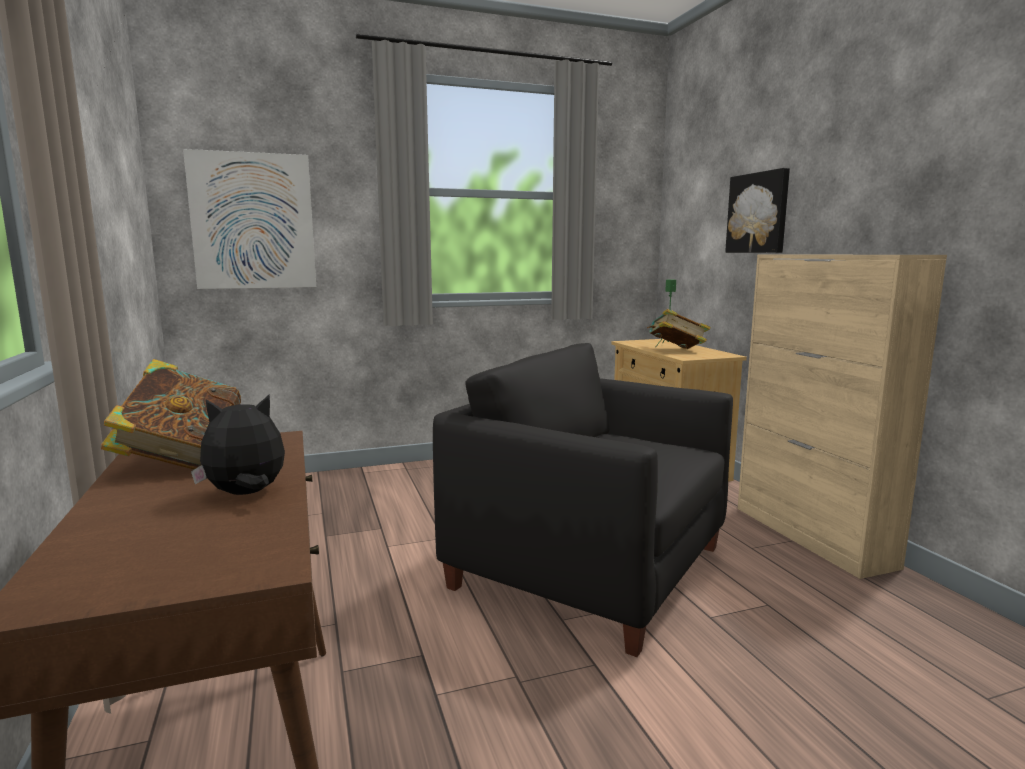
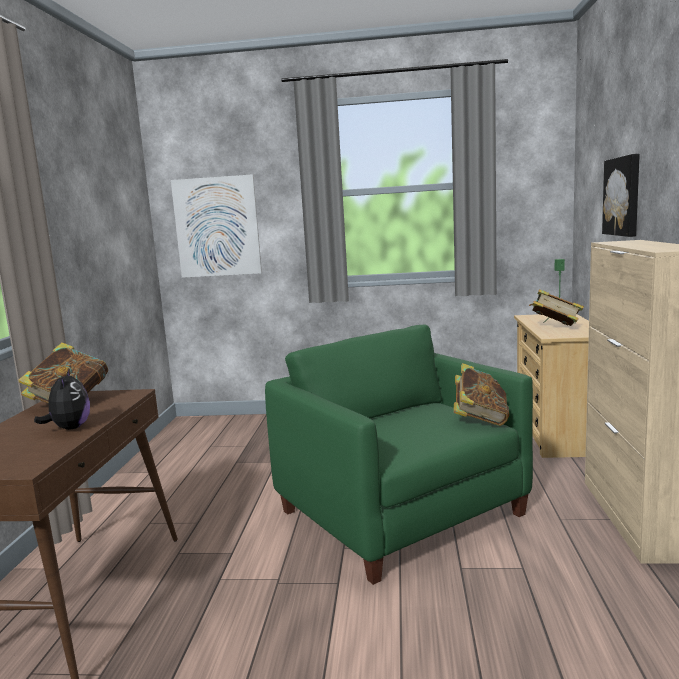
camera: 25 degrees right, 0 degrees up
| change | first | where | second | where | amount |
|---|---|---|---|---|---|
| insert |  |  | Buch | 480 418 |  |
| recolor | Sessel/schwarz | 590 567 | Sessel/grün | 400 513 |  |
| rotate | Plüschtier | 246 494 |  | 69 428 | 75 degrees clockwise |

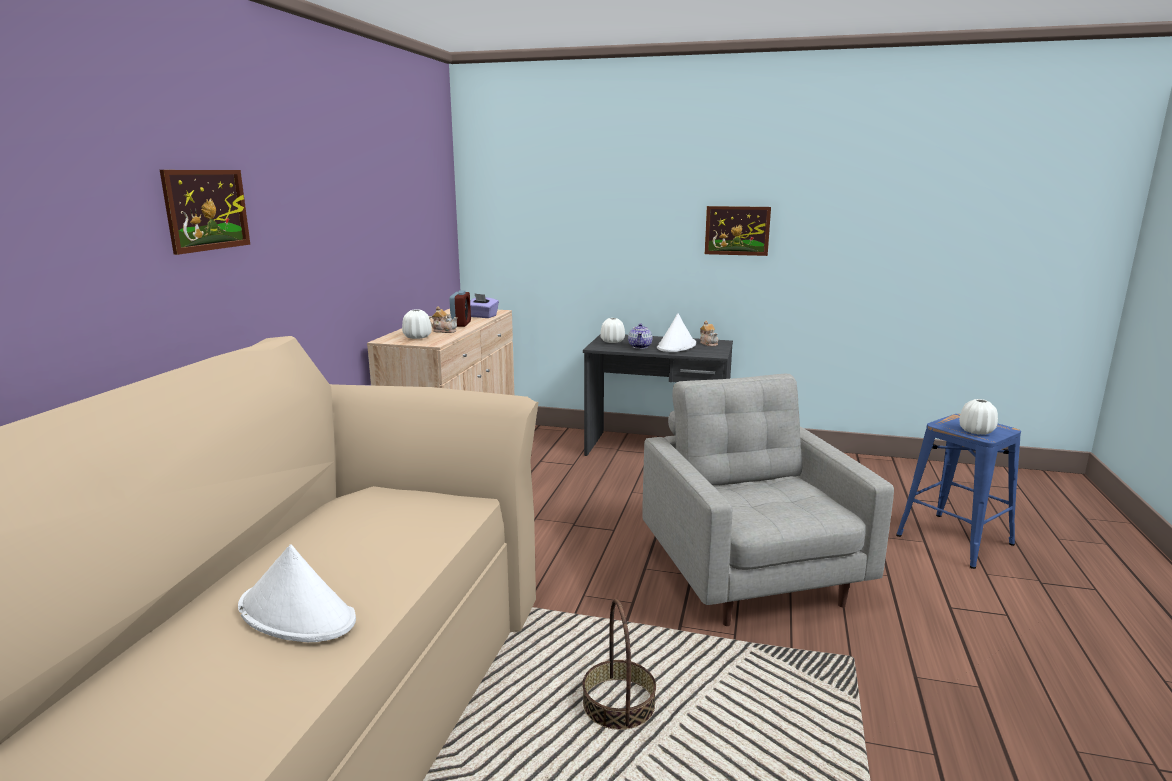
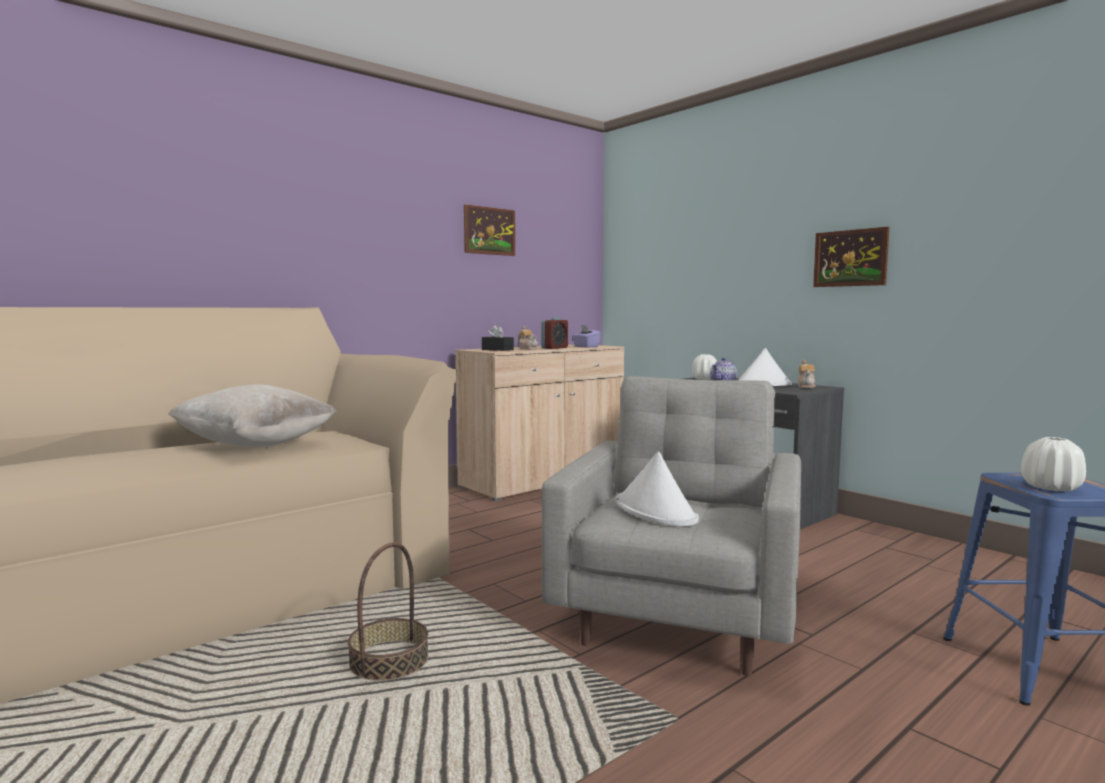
camera: 35 degrees right, 10 degrees down
| change | first | where | second | where | amount |
|---|---|---|---|---|---|
| insert |  |  | Kissen/beige | 255 446 |  |
| move | Bild | 206 210 |  | 489 231 |  |
| move | Hut/weiß | 297 613 |  | 655 511 |  |
| replace | Vase/weiß | 417 337 | Taschentuchbox/schwarz | 497 349 |  |

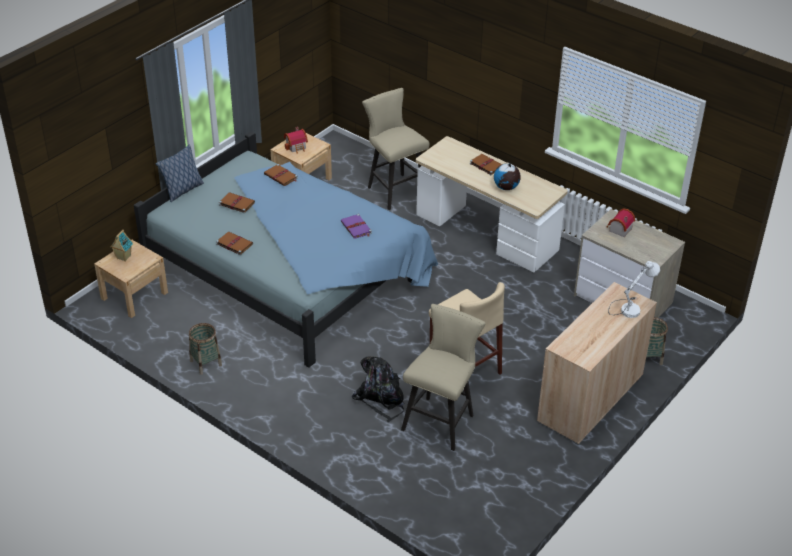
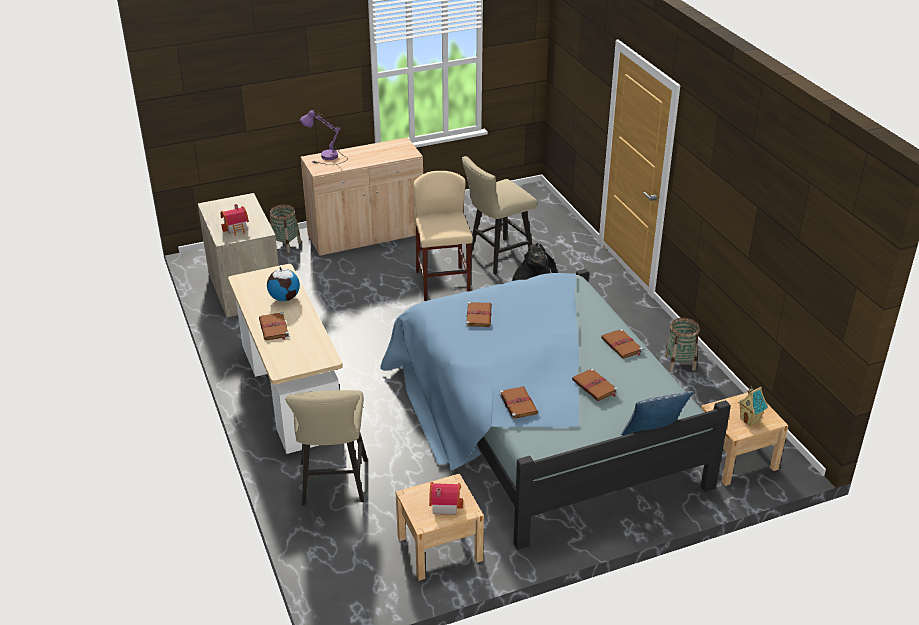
camera: 150 degrees left, 5 degrees down
| change | first | where | second | where | amount |
|---|---|---|---|---|---|
| recolor | Buch/lila | 356 228 | Buch/braun | 478 315 |  |
| recolor | Tischlampe/weiß | 629 307 | Tischlampe/lila | 326 159 |  |

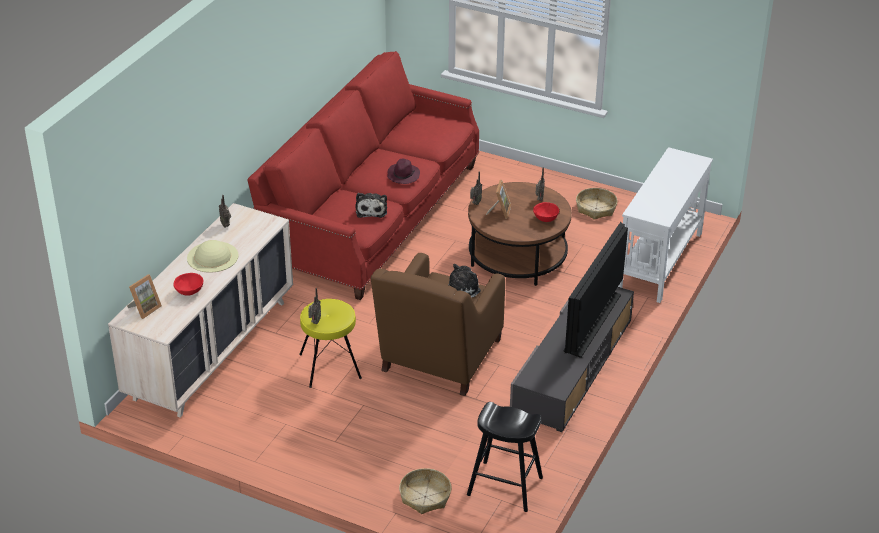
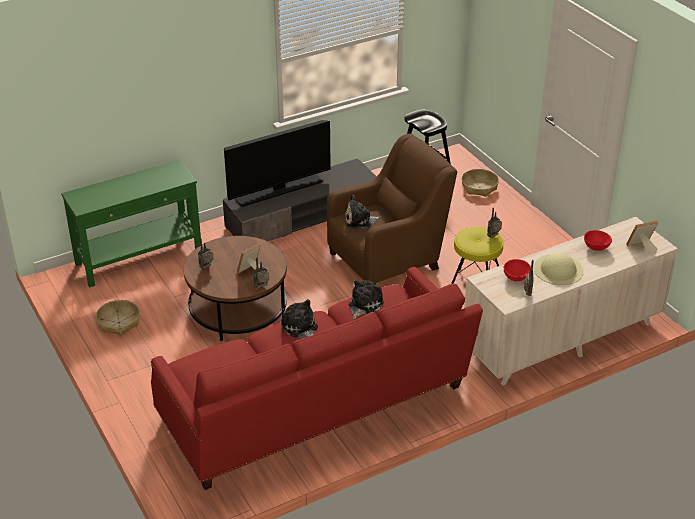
camera: 145 degrees left, 0 degrees up
| change | first | where | second | where | amount |
|---|---|---|---|---|---|
| move | Schüssel/rot | 545 219 |  | 516 278 |  |
| replace | Hut/lila | 403 175 | Plüschtier | 300 328 |  |
| recolor | Konsolentisch/weiß | 659 261 | Konsolentisch/grün | 140 258 |  |

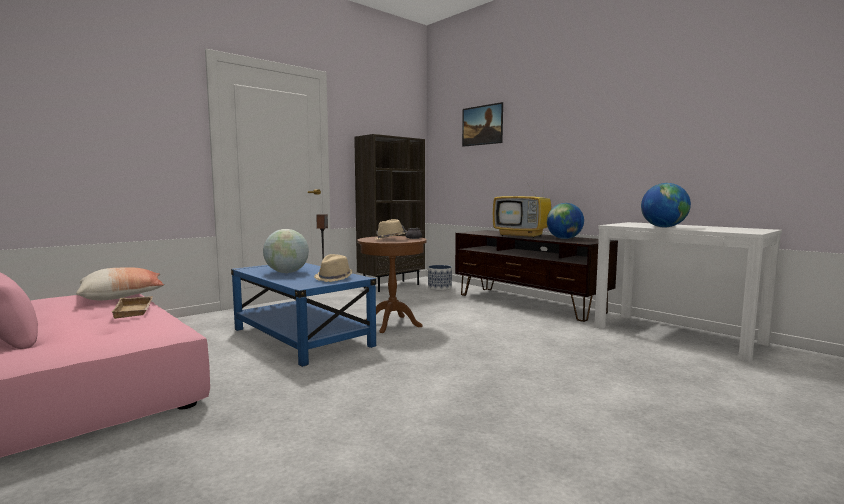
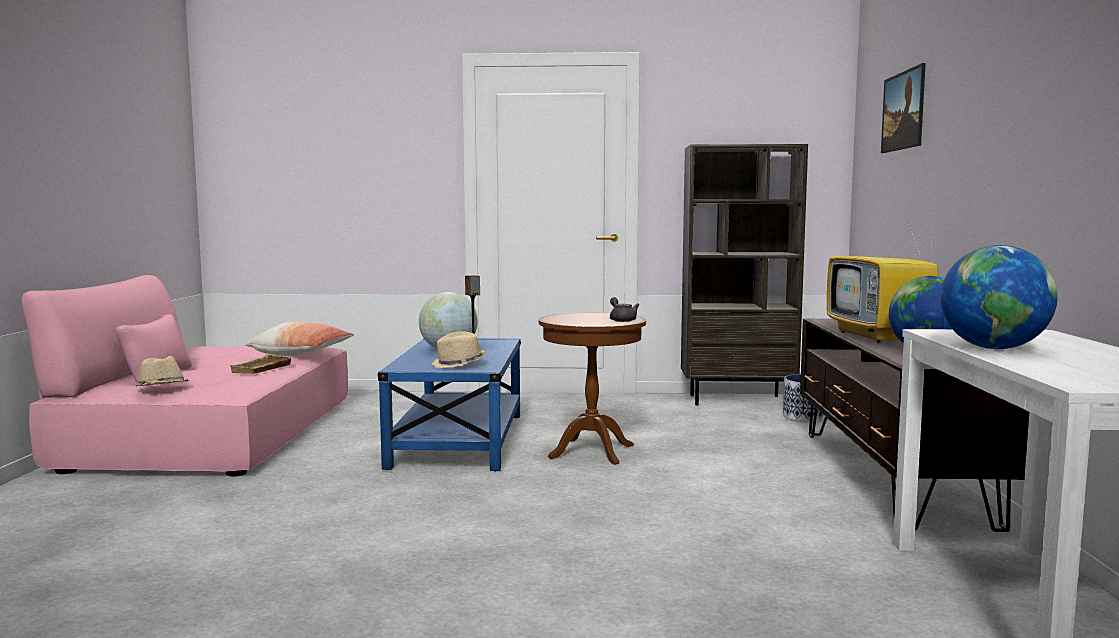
camera: 45 degrees right, 0 degrees up
| change | first | where | second | where | amount |
|---|---|---|---|---|---|
| move | Hut/beige | 390 240 |  | 161 389 |  |

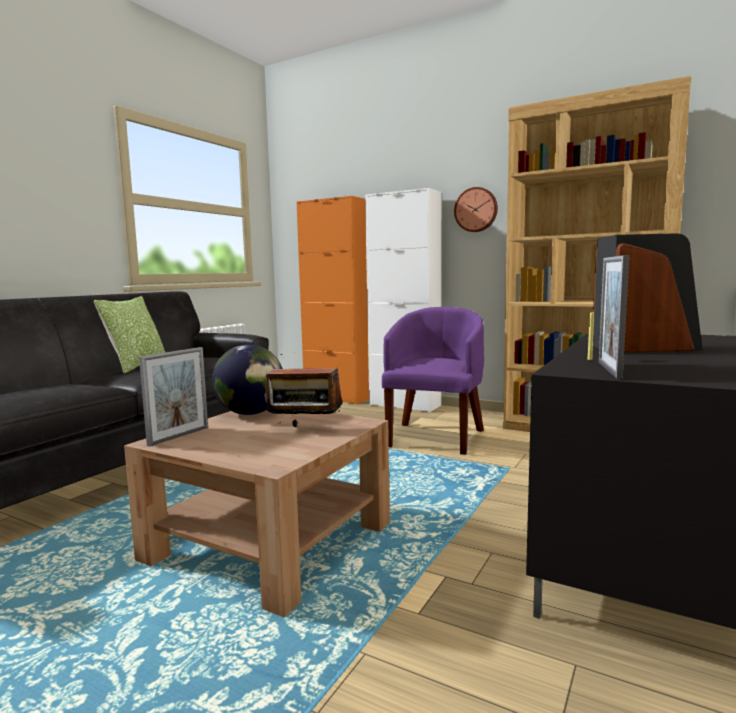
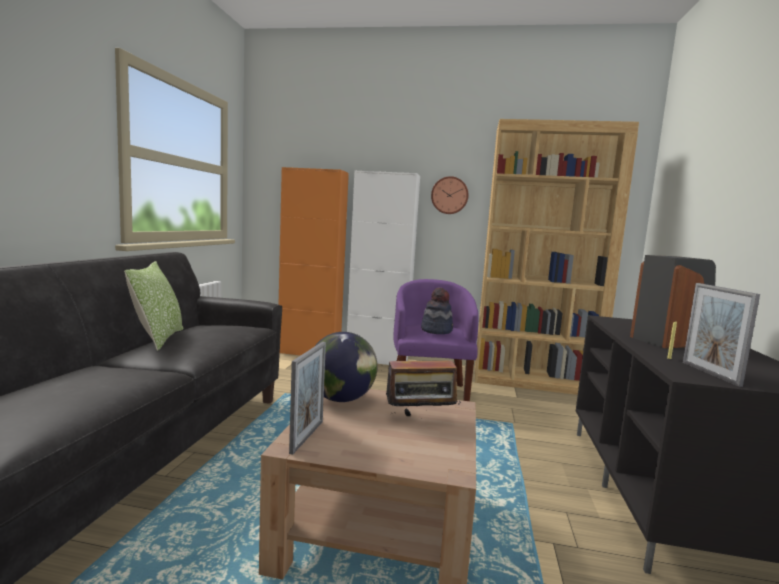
camera: 20 degrees left, 0 degrees up
| change | first | where | second | where | amount |
|---|---|---|---|---|---|
| insert |  |  | Hut | 436 330 |  |

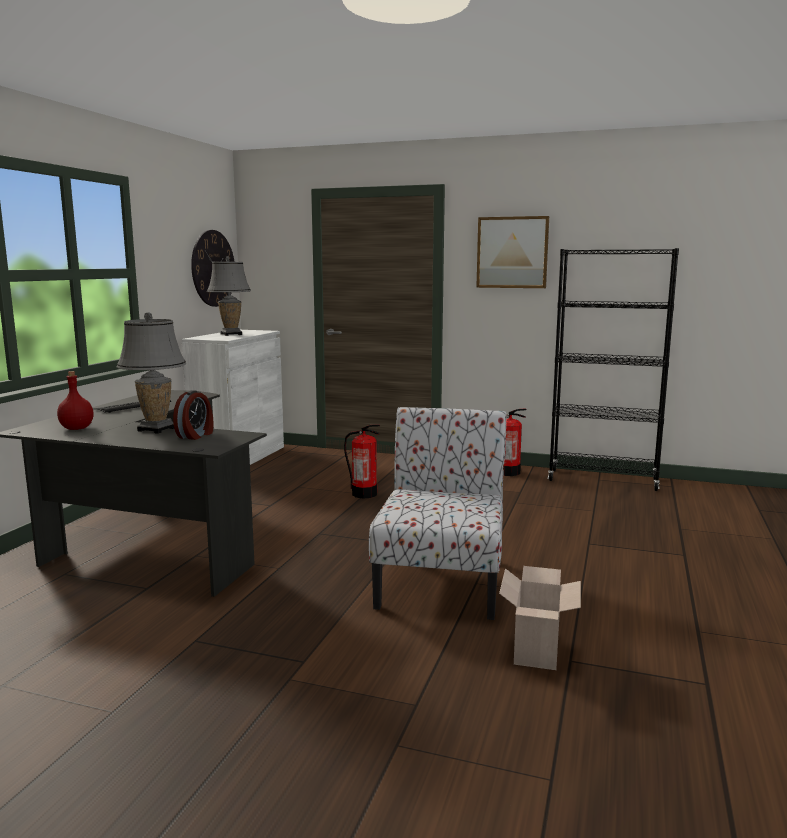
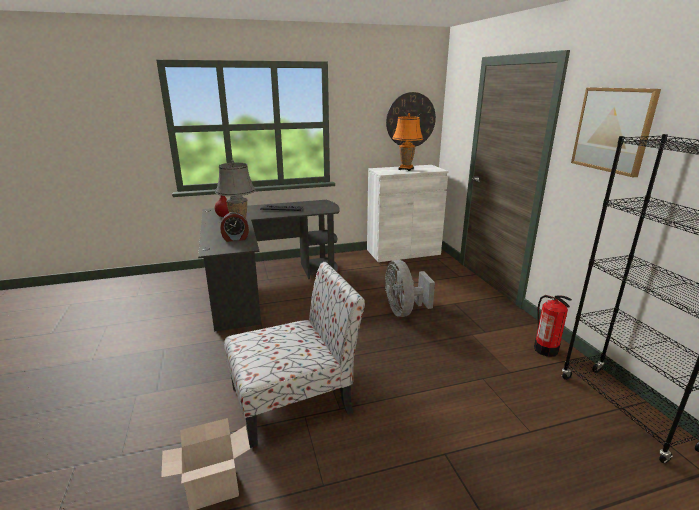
camera: 55 degrees right, 10 degrees up
| change | first | where | second | where | amount |
|---|---|---|---|---|---|
| replace | Feuerlöscher | 364 494 | Ventilator/grau | 404 311 |  |
| recolor | Tischlampe/grau | 231 334 | Tischlampe/orange | 406 169 |  |

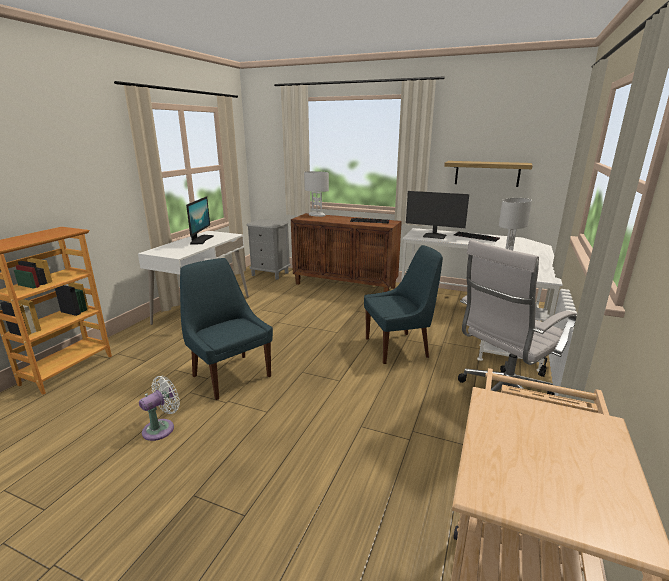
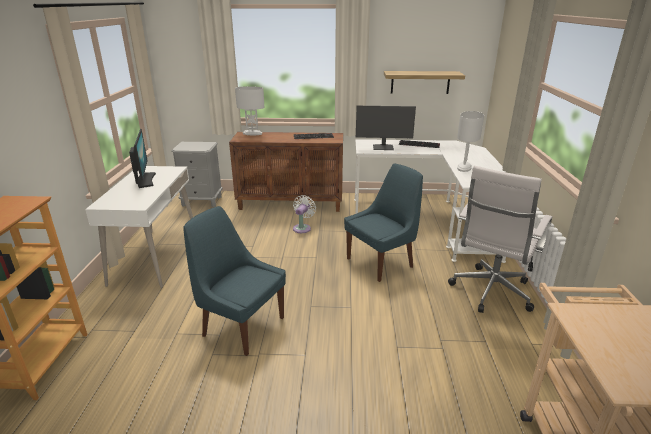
camera: 20 degrees left, 5 degrees up
| change | first | where | second | where | amount |
|---|---|---|---|---|---|
| move | Ventilator/weiß | 161 428 |  | 302 228 |  |

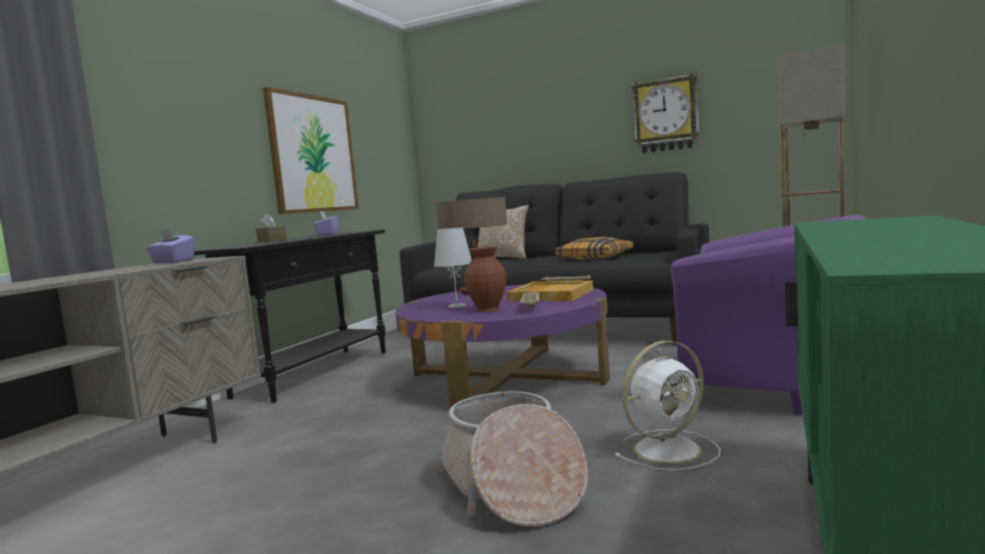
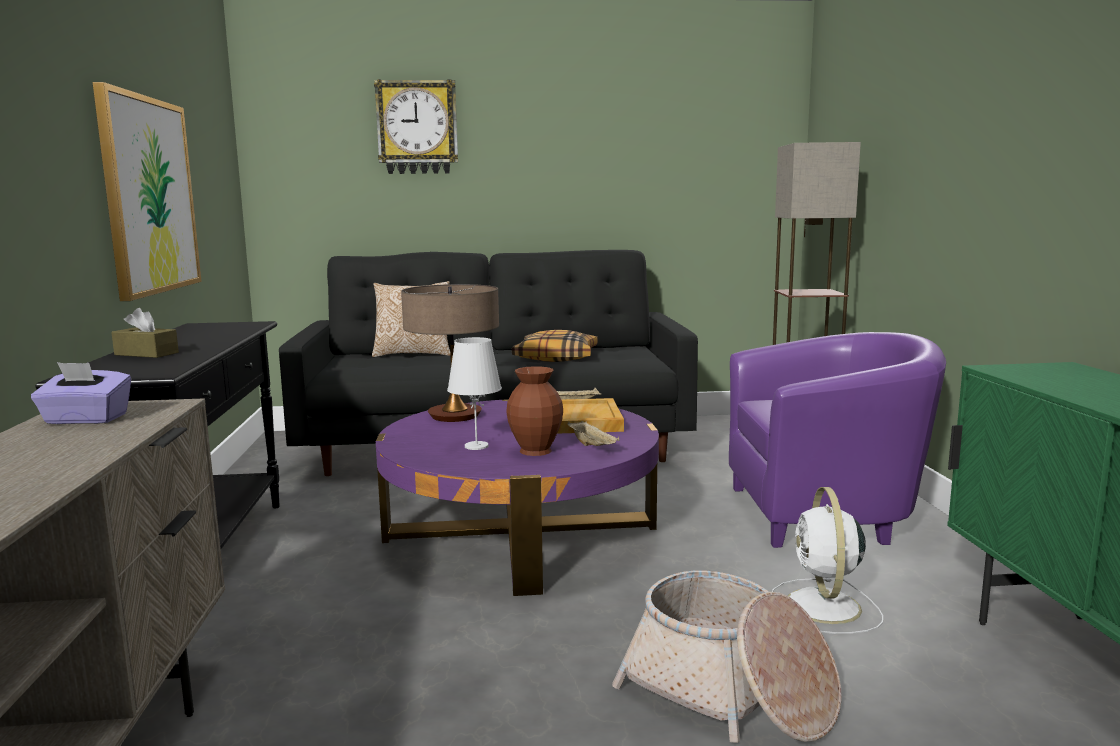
camera: 30 degrees left, 5 degrees up
| change | first | where | second | where | amount |
|---|---|---|---|---|---|
| delete | Taschentuchbox/lila | 327 234 |  |  |  |
| move | Wanduhr | 666 115 |  | 417 127 |  |
| rotate | Ventilator/weiß | 669 449 |  | 824 608 | 150 degrees clockwise |

